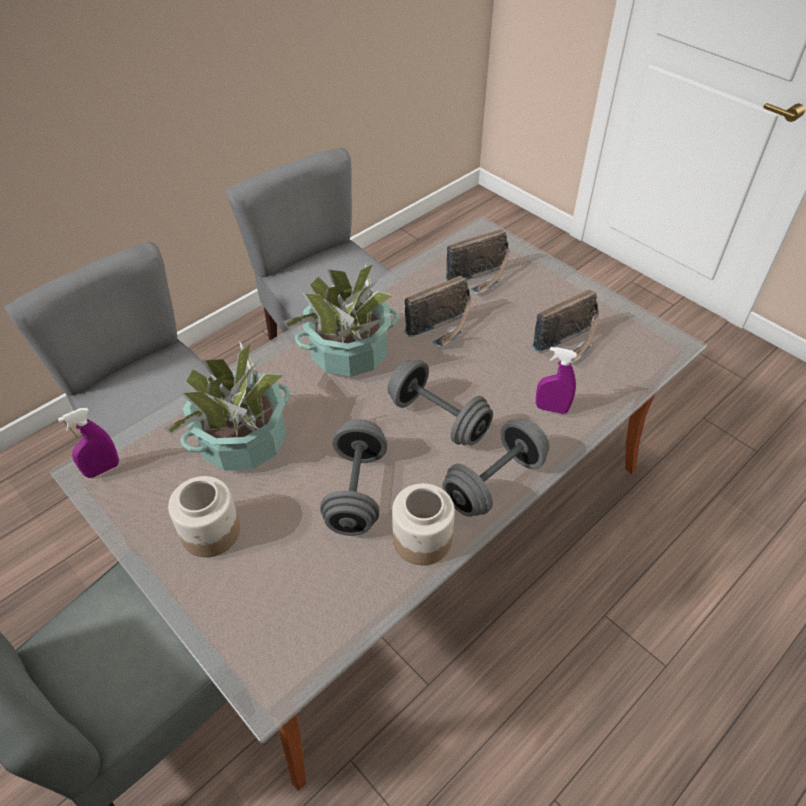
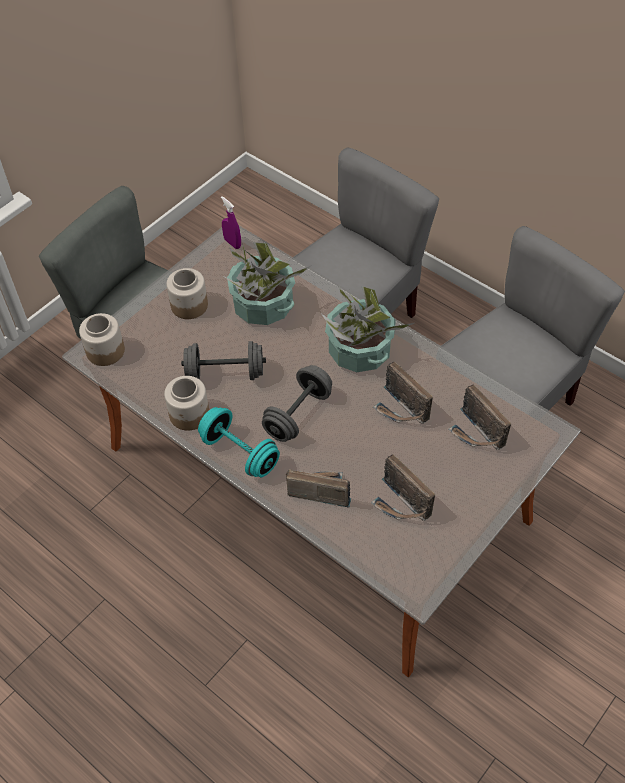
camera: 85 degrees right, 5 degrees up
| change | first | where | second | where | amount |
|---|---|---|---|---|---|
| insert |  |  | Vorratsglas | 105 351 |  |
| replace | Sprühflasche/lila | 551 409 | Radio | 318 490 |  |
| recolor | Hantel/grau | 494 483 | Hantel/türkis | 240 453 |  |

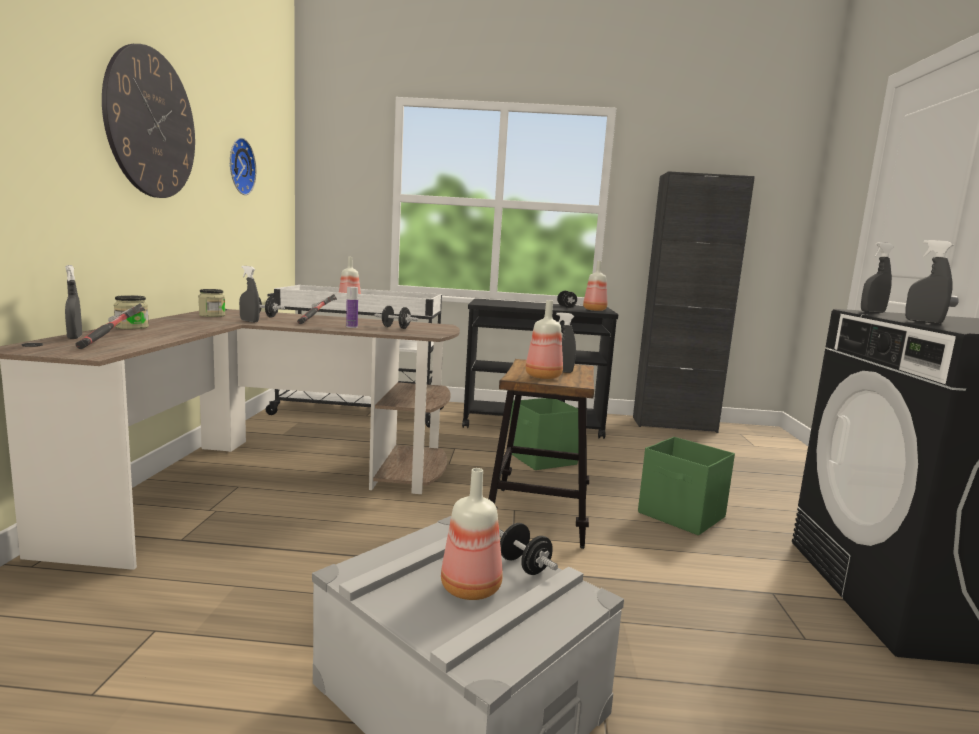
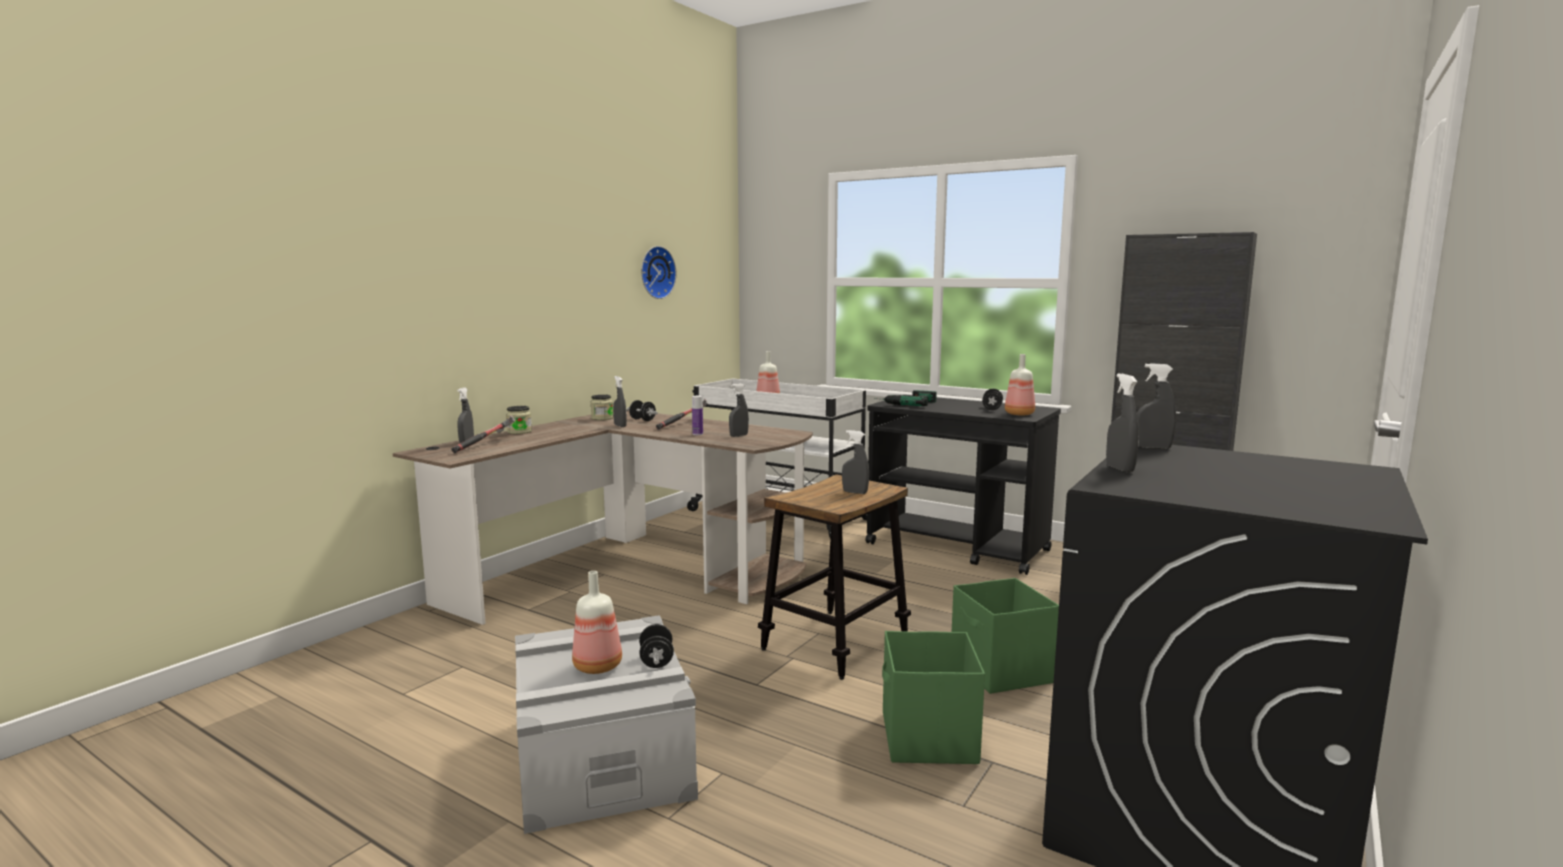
camera: 30 degrees right, 0 degrees up
| change | first | where | second | where | amount |
|---|---|---|---|---|---|
| delete | Wanduhr | 151 124 |  |  |  |
| delete | Flasche | 542 376 |  |  |  |
| insert |  |  | Bohrmaschine | 905 403 |  |
| move | Aufbewahrungsbox/grün | 542 459 |  | 928 739 |  |
| replace | Hantel/schwarz | 395 328 | Sprühflasche/grau | 738 436 |  |

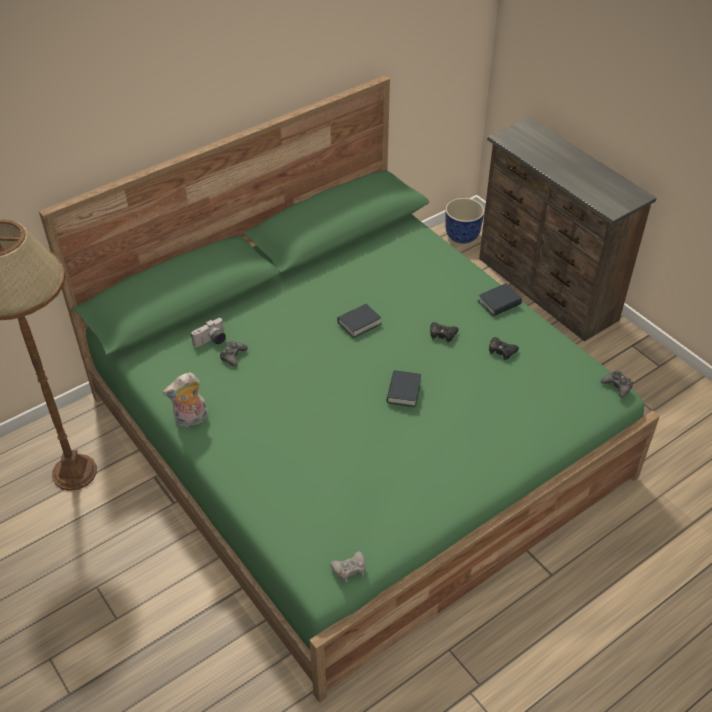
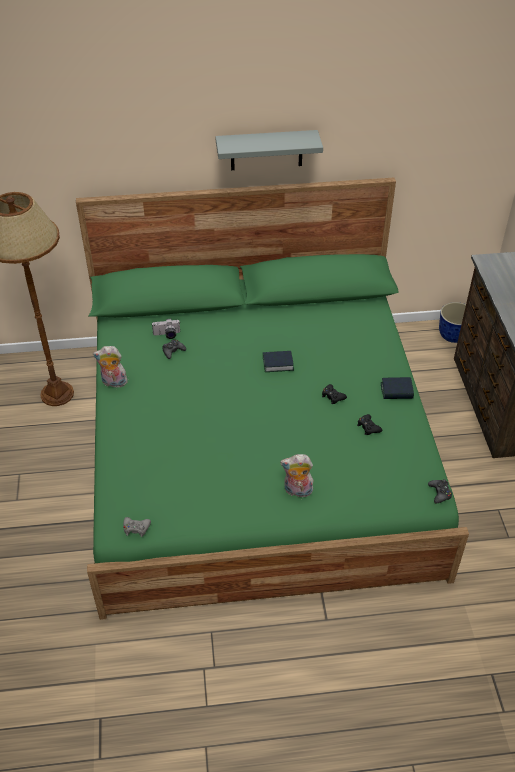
camera: 30 degrees right, 0 degrees up
| change | first | where | second | where | amount |
|---|---|---|---|---|---|
| delete | Buch | 403 392 |  |  |  |
| insert |  |  | Wandregal/grau | 266 150 |  |
| insert |  |  | Plüschtier | 297 491 |  |

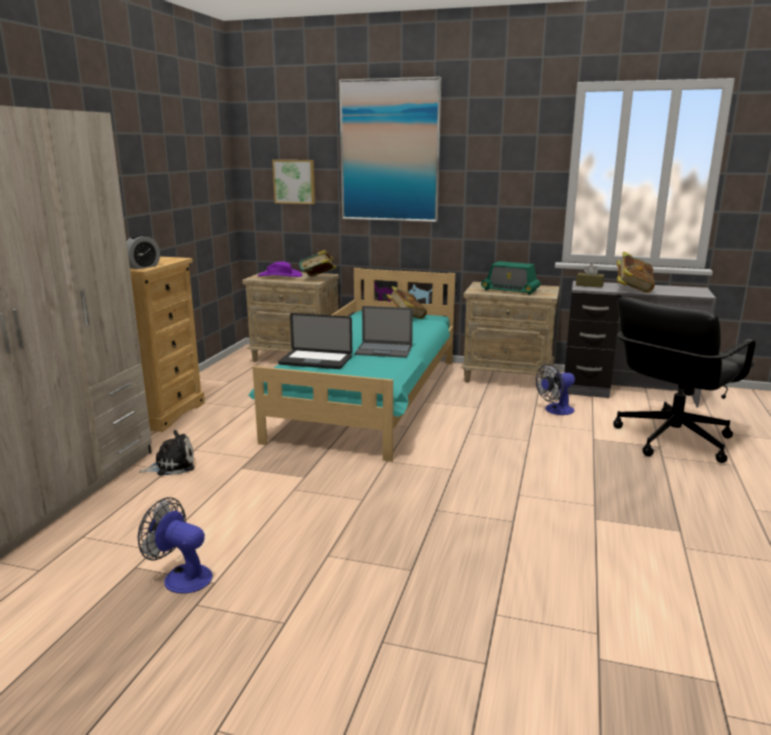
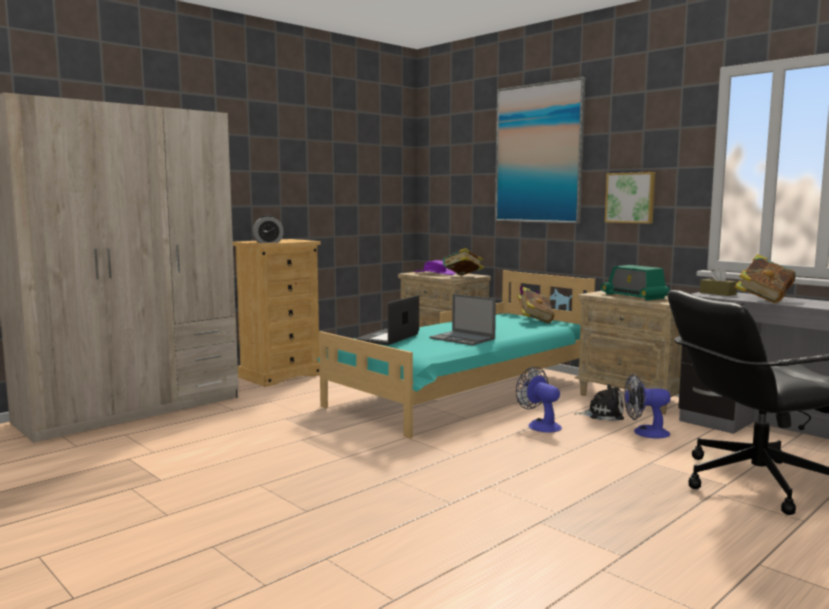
camera: 30 degrees right, 10 degrees down
| change | first | where | second | where | amount |
|---|---|---|---|---|---|
| move | Ventilator | 181 576 |  | 540 425 |  |
| move | Plüschtier | 172 465 |  | 603 414 |  |
| move | Bild | 294 181 |  | 630 197 |  |
| rotate | Laptop | 315 361 |  | 388 338 | 75 degrees clockwise |

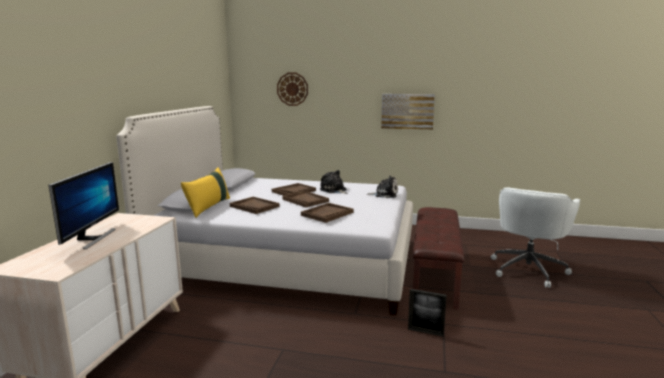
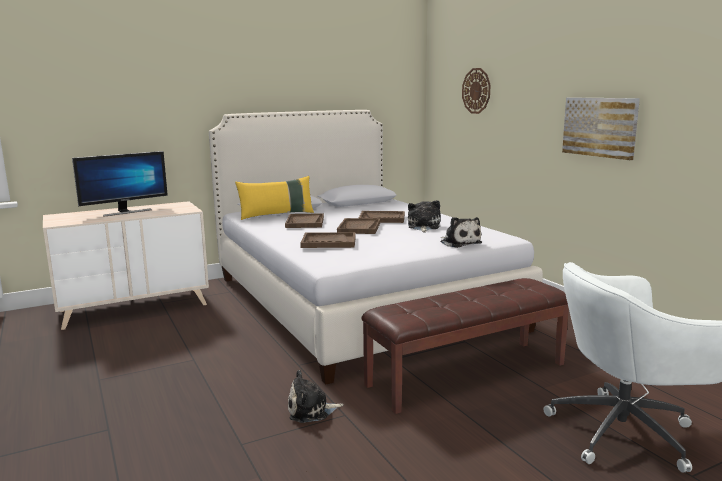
camera: 50 degrees right, 0 degrees up
| change | first | where | second | where | amount |
|---|---|---|---|---|---|
| replace | Bilderrahmen | 425 332 | Plüschtier | 311 410 |  |

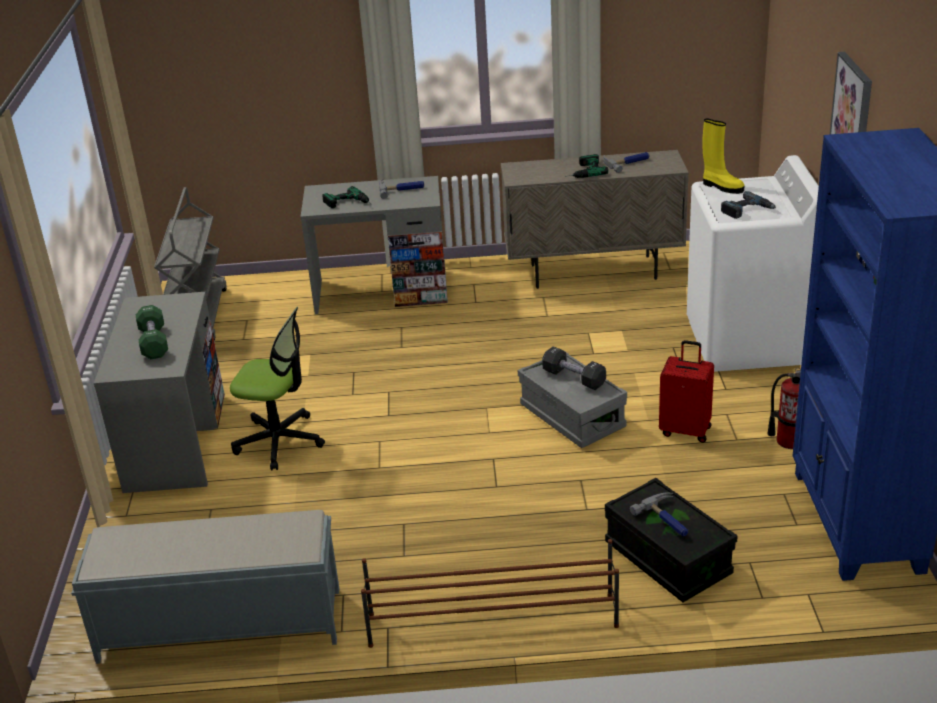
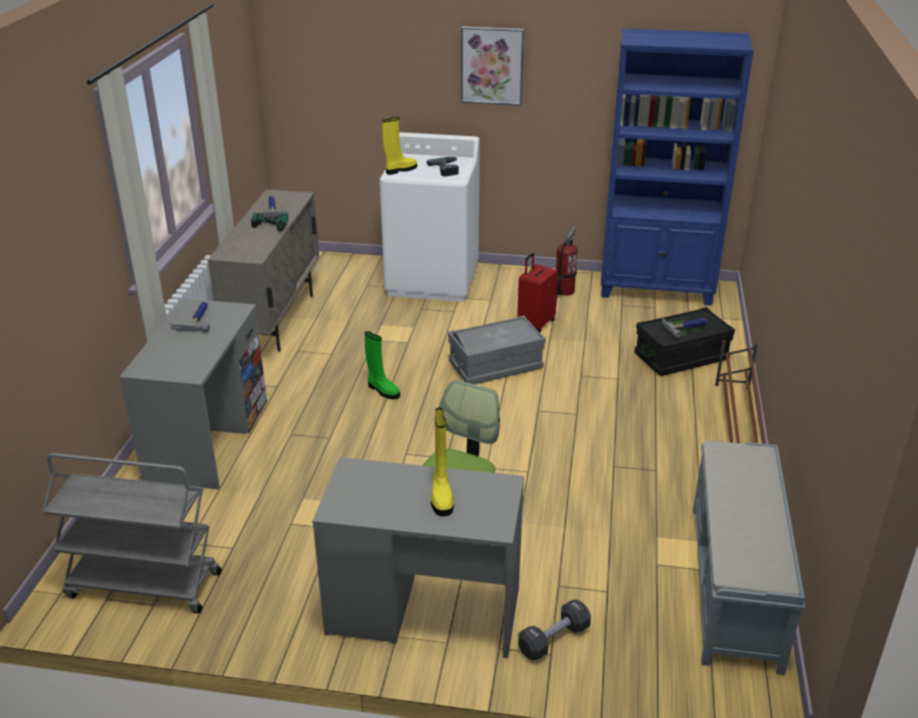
camera: 80 degrees left, 0 degrees up
| change | first | where | second | where | amount |
|---|---|---|---|---|---|
| delete | Bohrmaschine | 349 204 |  |  |  |
| insert |  |  | Stiefel/grün | 382 390 |  |
| move | Hantel/schwarz | 574 378 |  | 554 639 |  |
| replace | Hantel/grün | 154 342 | Stiefel/gelb | 441 496 |  |

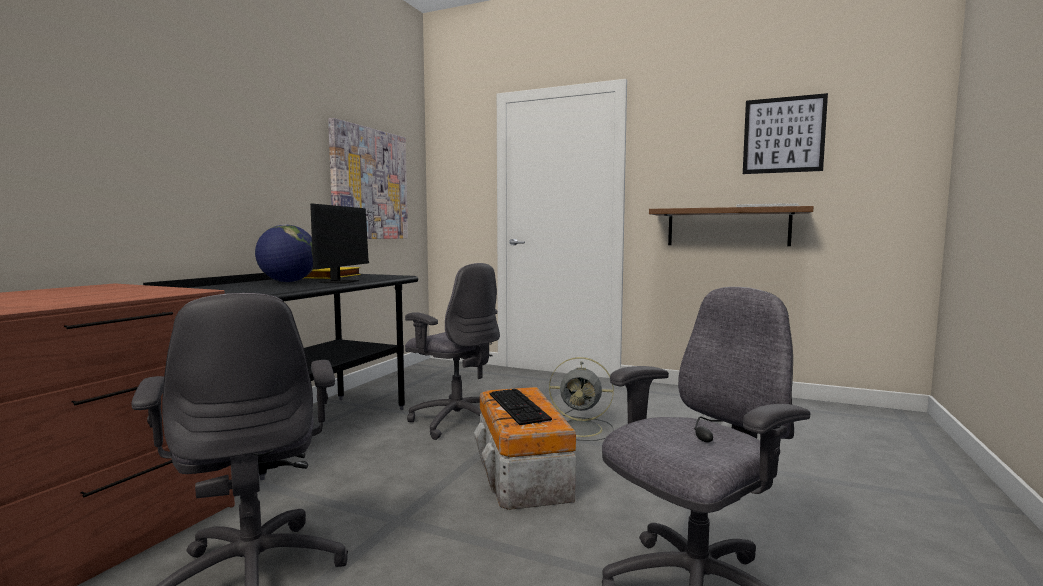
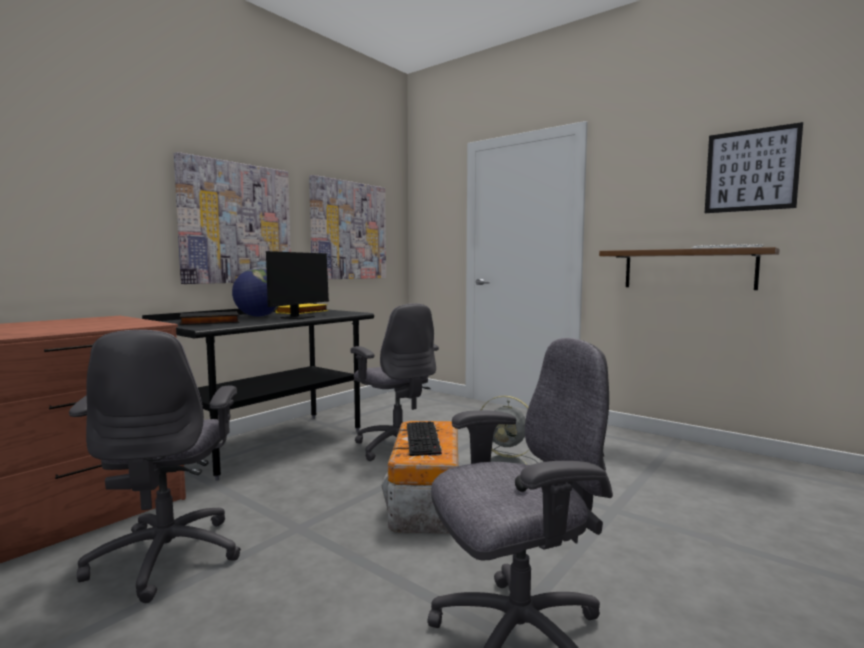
camera: 15 degrees right, 0 degrees up
| change | first | where | second | where | amount |
|---|---|---|---|---|---|
| insert |  |  | Bild | 236 223 |  |
| insert |  |  | Buch/schwarz | 209 322 |  |

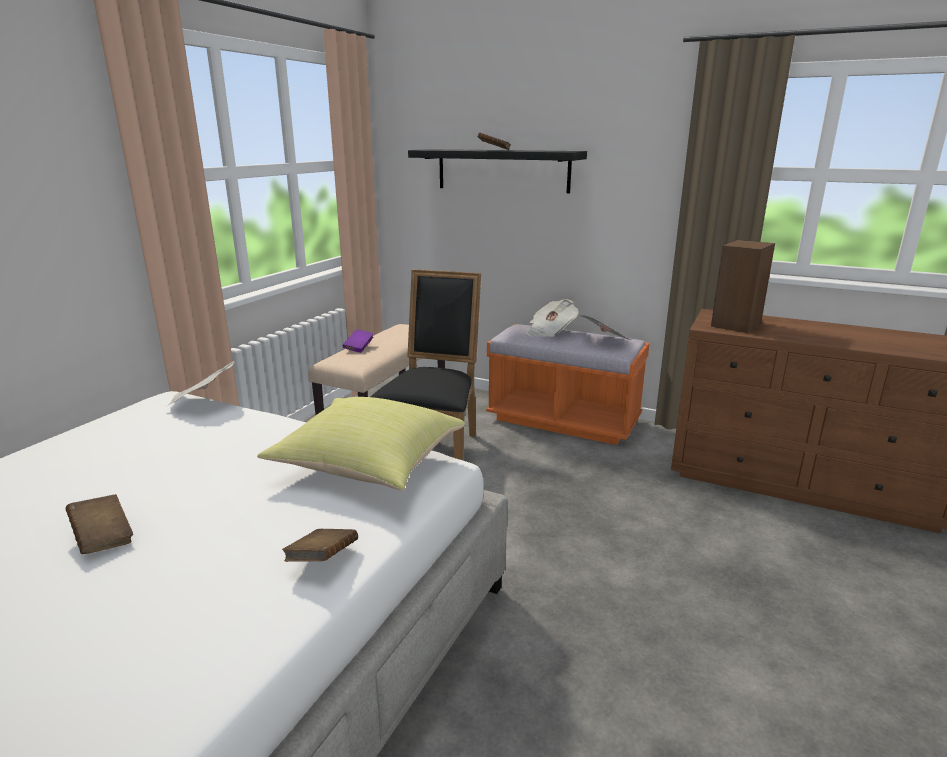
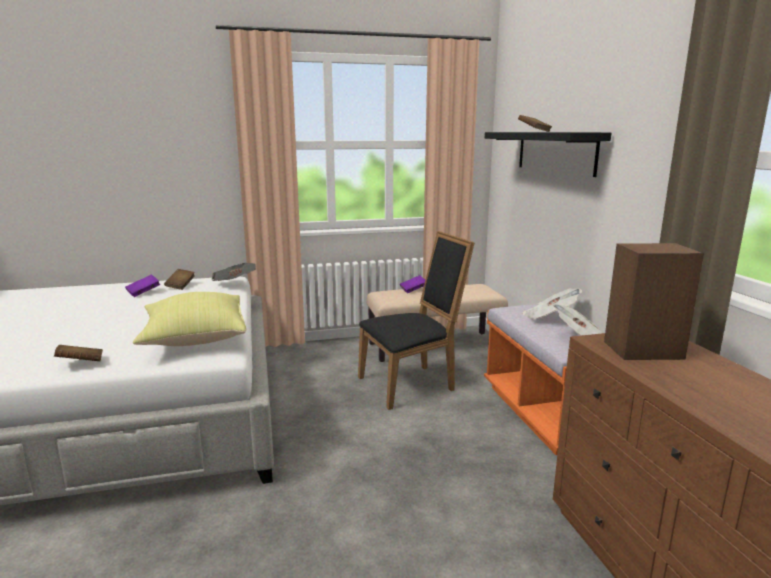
camera: 50 degrees right, 5 degrees down
| change | first | where | second | where | amount |
|---|---|---|---|---|---|
| insert |  |  | Buch/lila | 143 293 |  |
| move | Buch/braun | 103 538 |  | 180 286 |  |

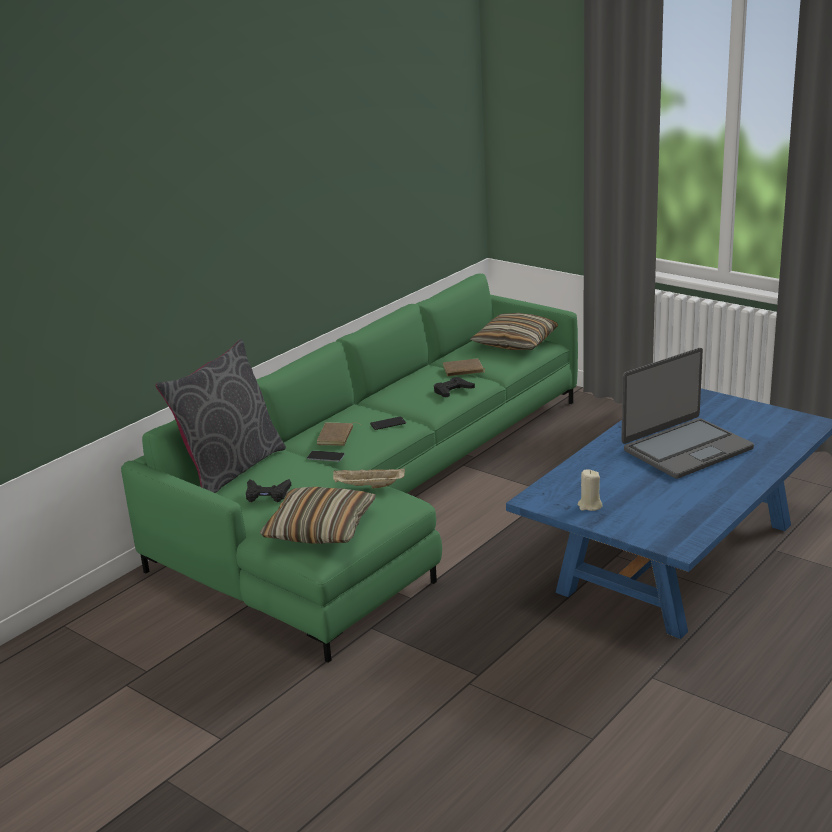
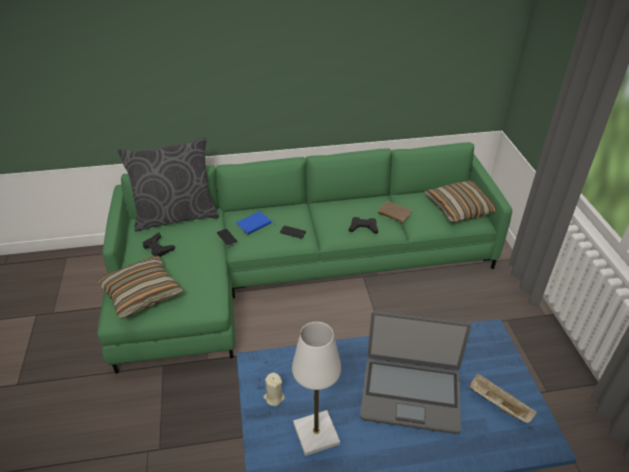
camera: 40 degrees right, 15 degrees up
| change | first | where | second | where | amount |
|---|---|---|---|---|---|
| insert |  |  | Tischlampe/weiß | 316 434 |  |
| move | Tablett/beige | 368 487 |  | 498 405 |  |
| recolor | Buch/braun | 336 437 | Buch/blau | 254 225 |  |

